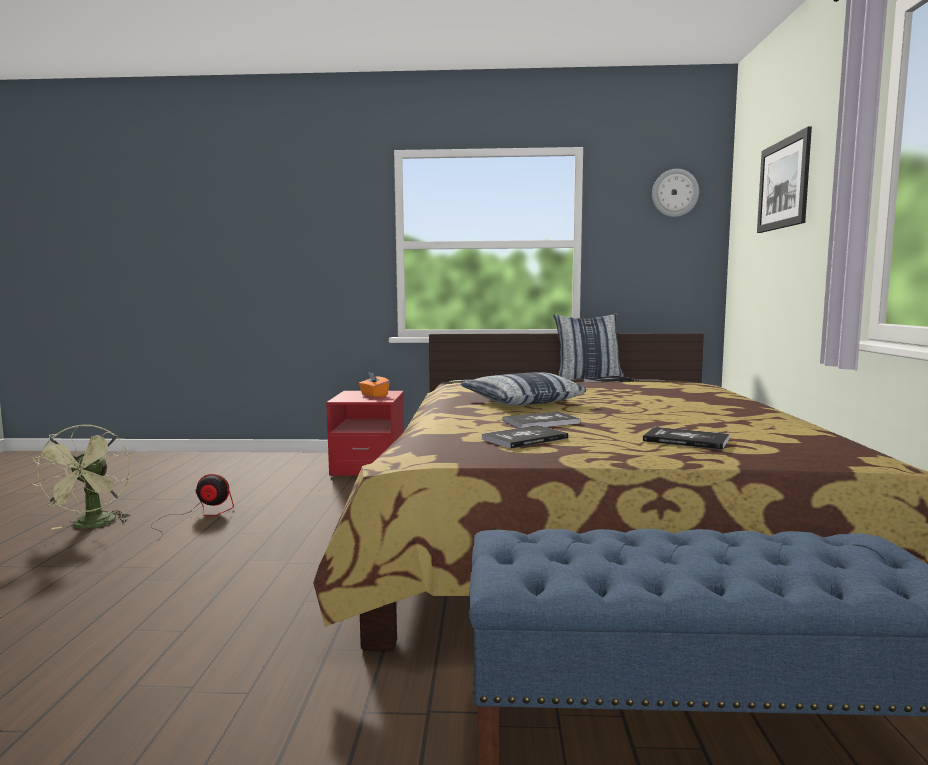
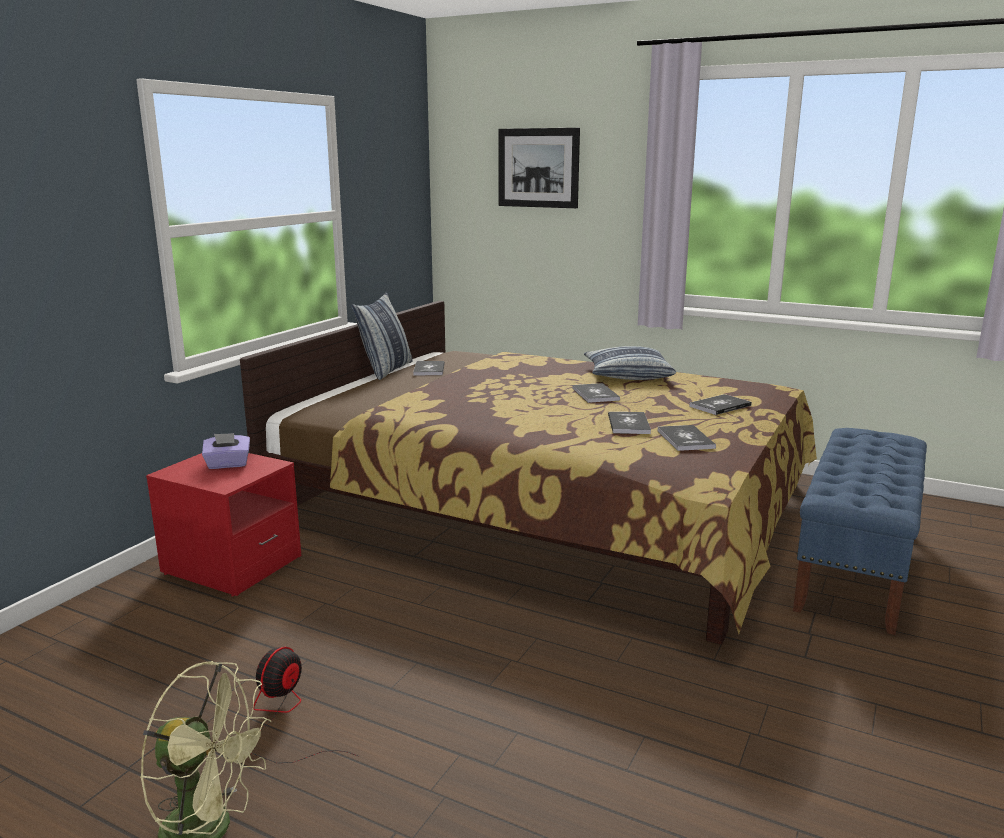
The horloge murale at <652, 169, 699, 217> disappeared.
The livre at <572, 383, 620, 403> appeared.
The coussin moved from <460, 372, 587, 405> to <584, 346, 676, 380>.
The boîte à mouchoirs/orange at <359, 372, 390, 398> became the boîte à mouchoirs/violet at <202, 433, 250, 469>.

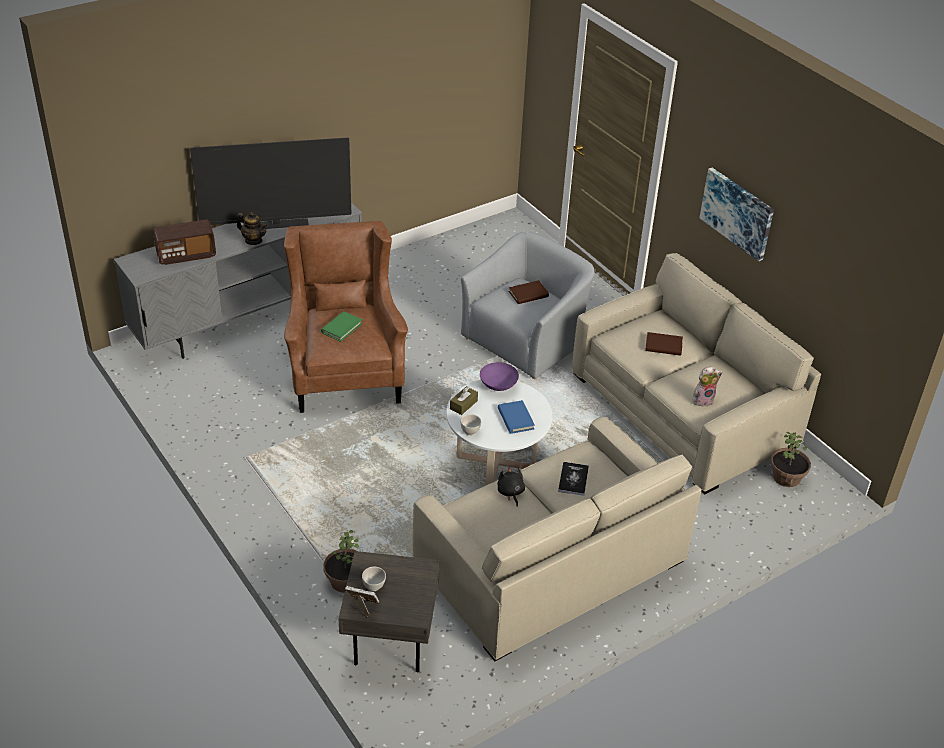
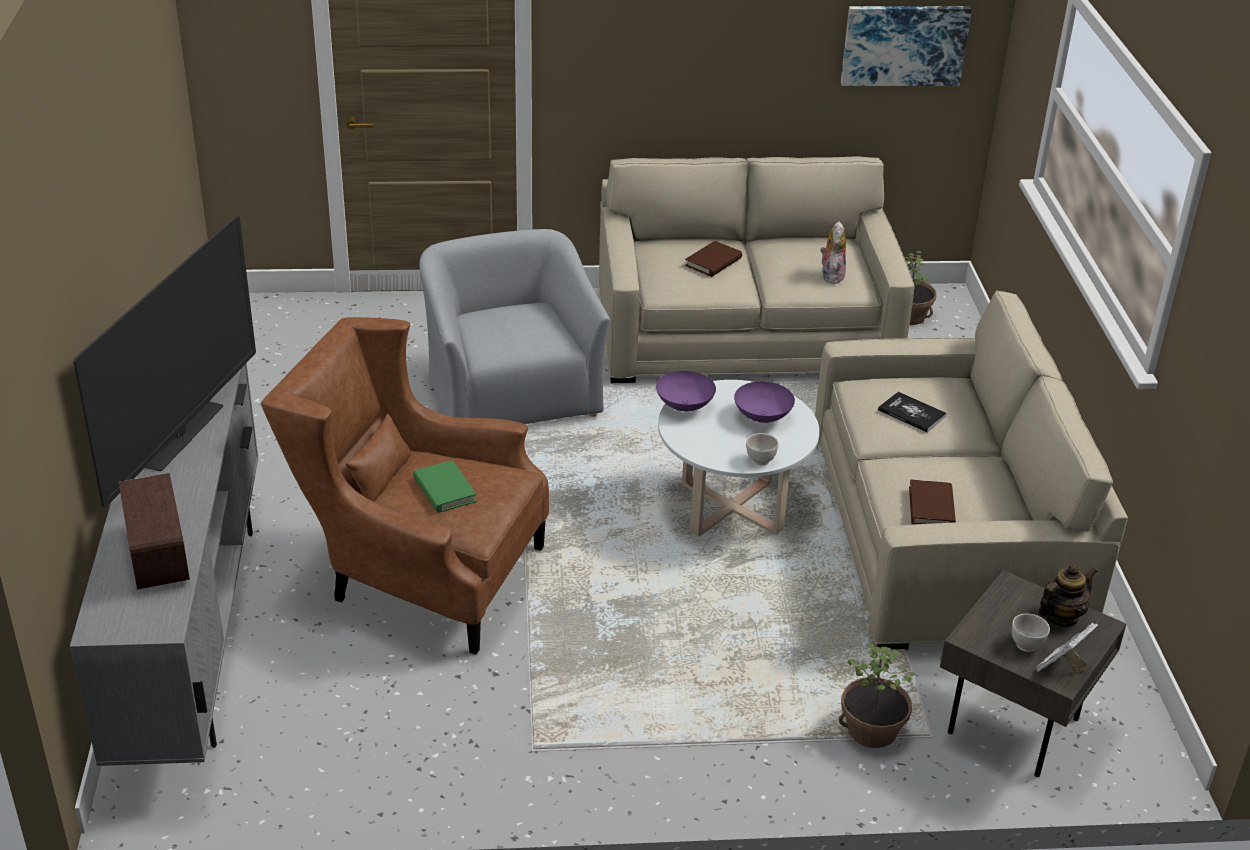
The boîte à mouchoirs/marron at <450, 386, 478, 415> disappeared.
The peluche/noir at <498, 467, 525, 507> disappeared.
The théière moved from <237, 212, 268, 245> to <1038, 565, 1098, 627>.
The livre/marron moved from <508, 280, 549, 304> to <909, 480, 956, 525>.
The tableau moved from <699, 168, 774, 261> to <841, 6, 972, 86>.
The livre/bleu at <498, 400, 535, 434> was replaced by the bol/violet at <734, 381, 795, 423>.
The radio at <153, 220, 216, 265> turned 150 degrees clockwise.

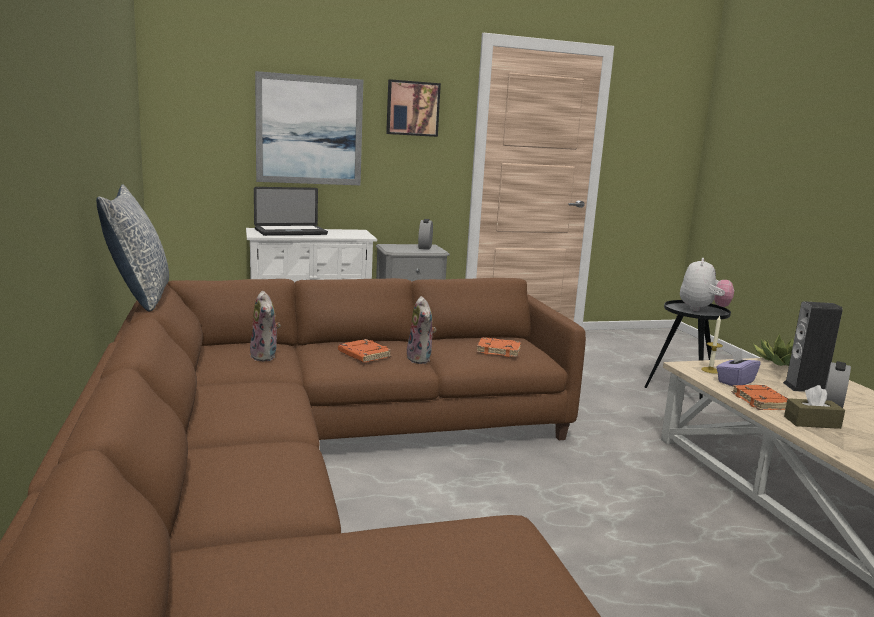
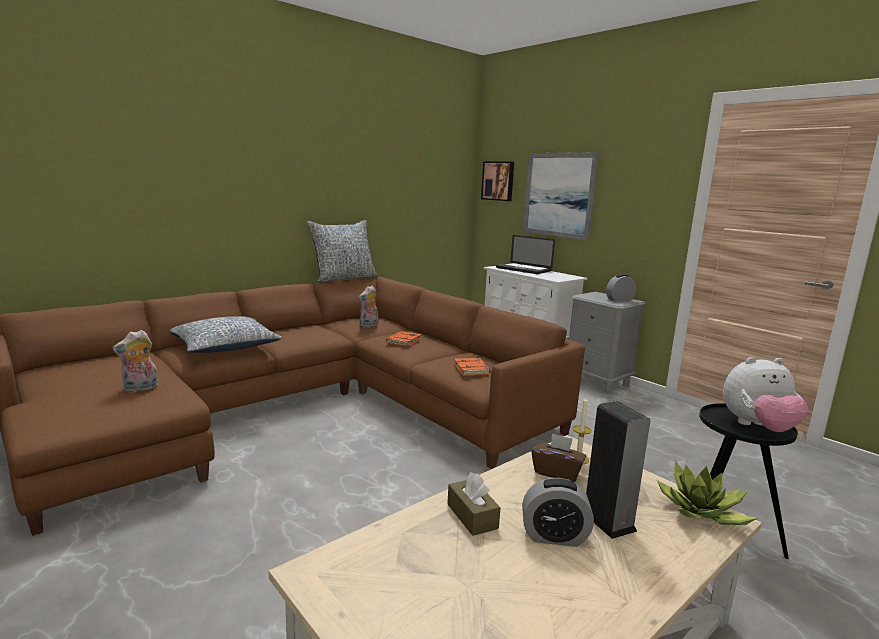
The livre/orange at <732, 385, 788, 410> disappeared.
The coussin at <169, 316, 282, 353> appeared.
The tableau moved from <386, 79, 441, 137> to <481, 162, 514, 201>.
The peluche moved from <407, 296, 436, 364> to <112, 330, 158, 393>.
The boîte à mouchoirs/violet at <716, 349, 761, 386> became the boîte à mouchoirs/marron at <531, 433, 586, 482>.

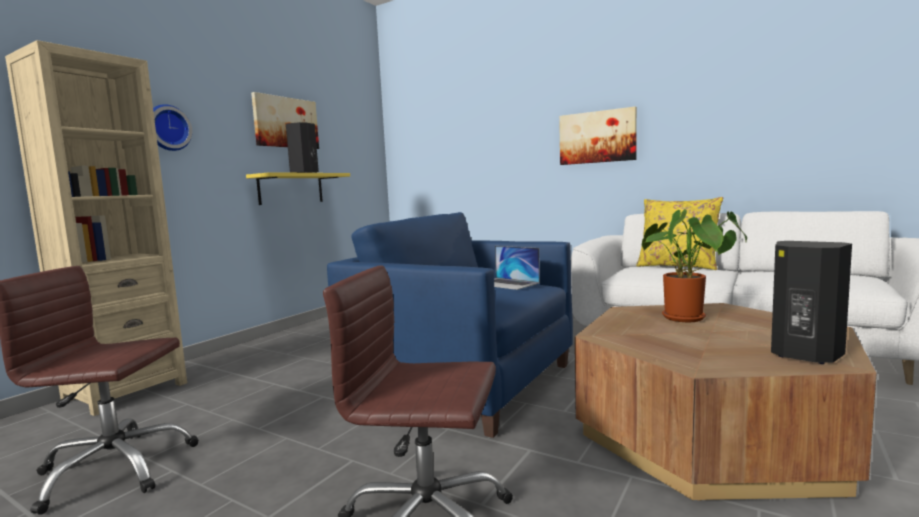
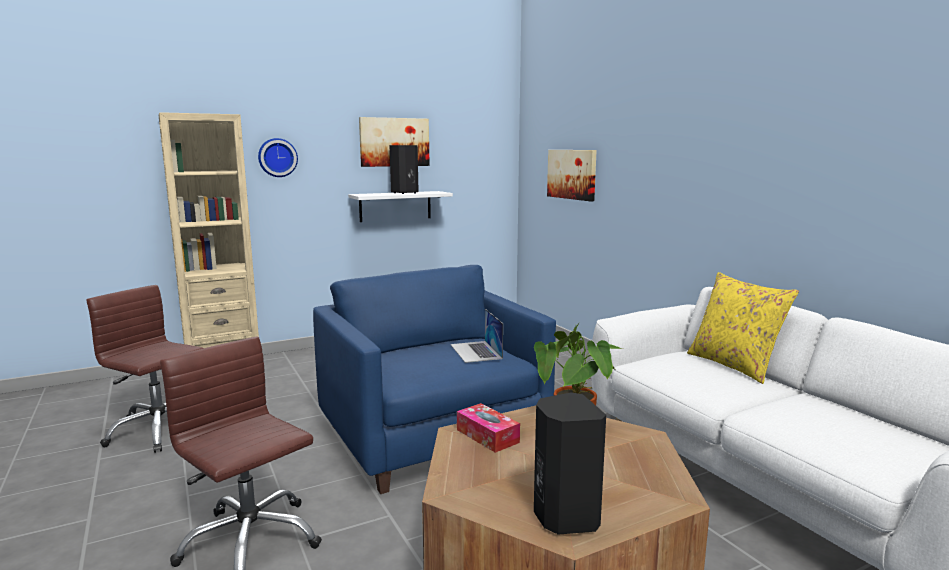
The boîte à mouchoirs at <457, 403, 520, 453> appeared.
The tableau moved from <559, 106, 637, 165> to <547, 150, 597, 201>.
The étagère/jaune at <246, 172, 350, 205> became the étagère/blanc at <348, 191, 453, 222>.

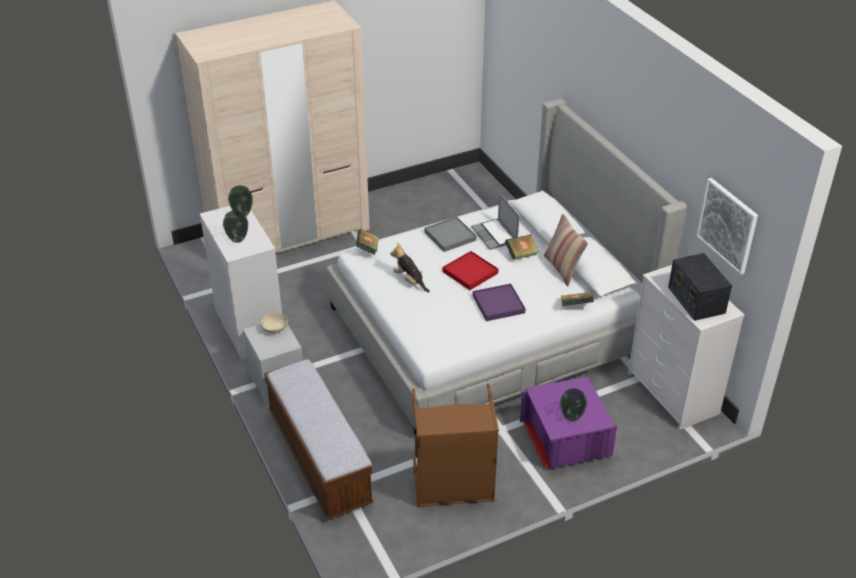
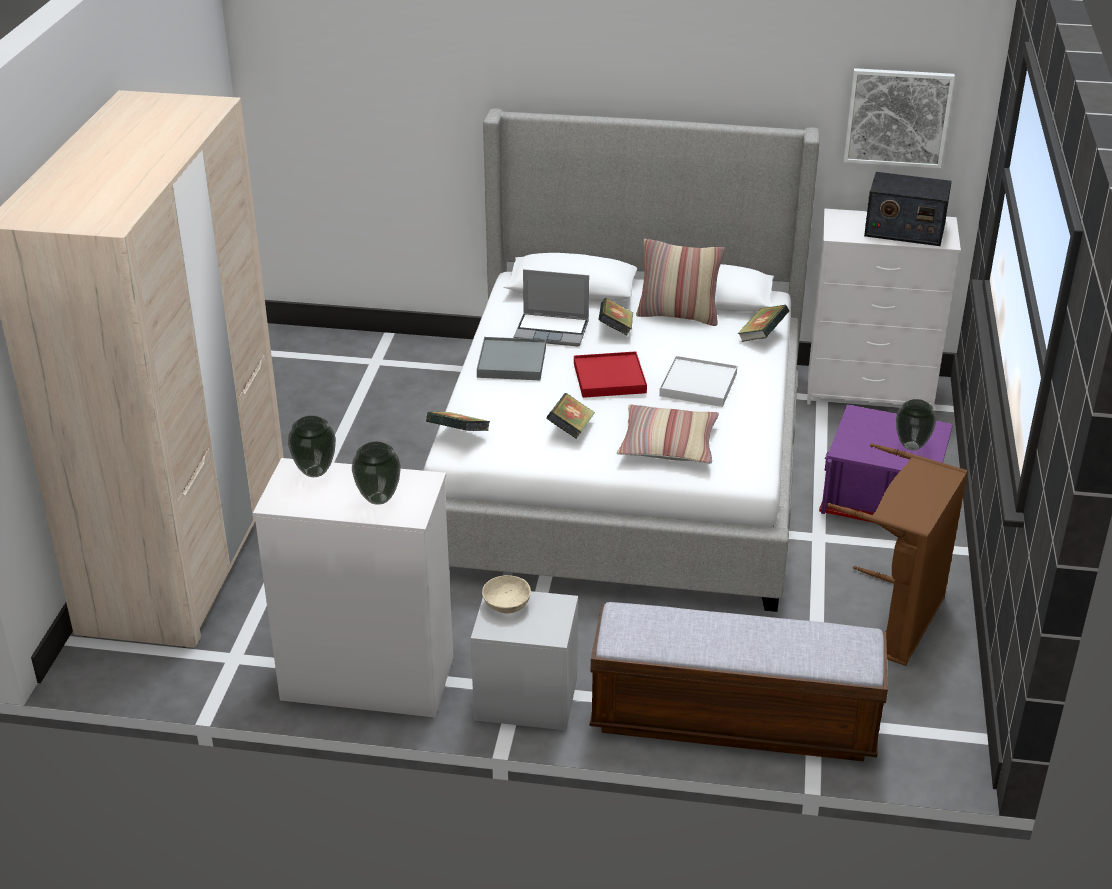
The coussin at <617, 404, 719, 464> appeared.
The peluche at <390, 243, 430, 293> was replaced by the livre at <547, 393, 595, 439>.
The plateau/violet at <473, 284, 526, 321> became the plateau/blanc at <659, 356, 737, 407>.

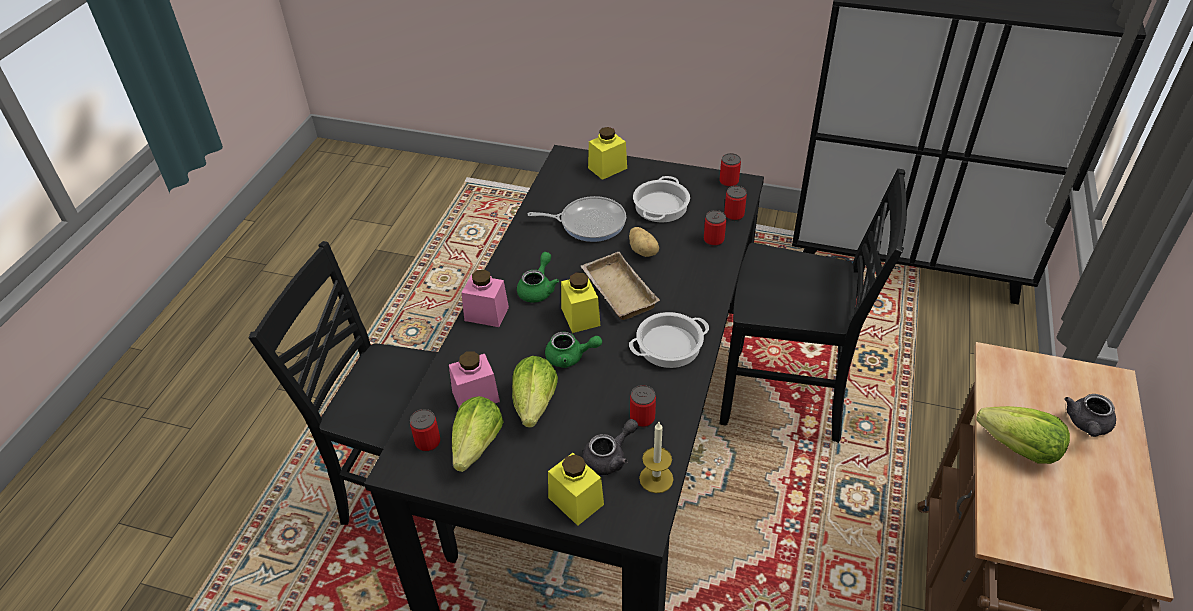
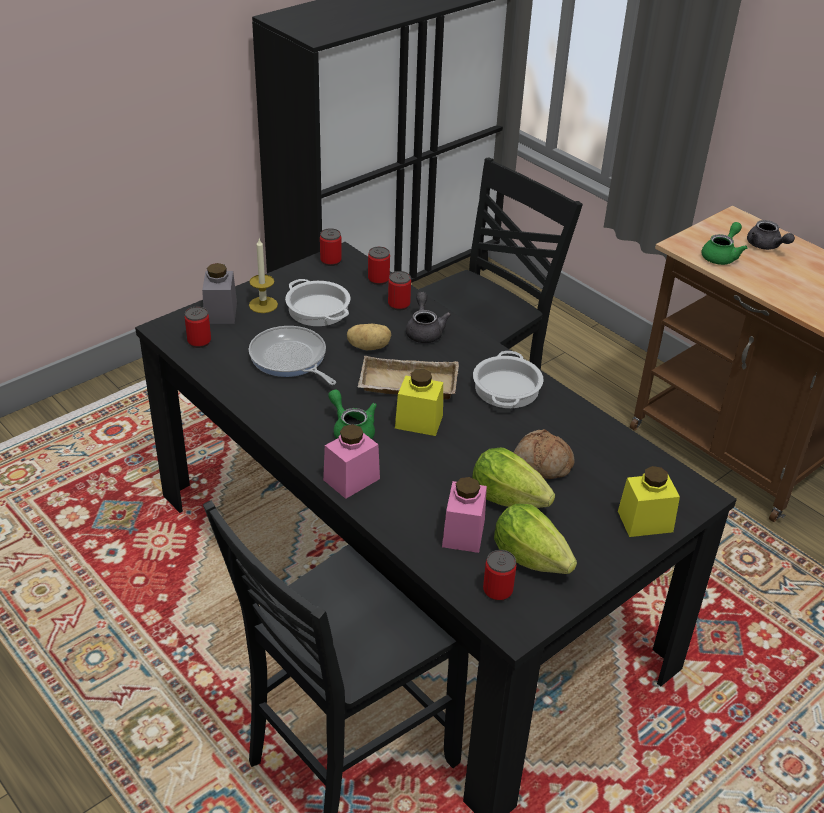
The laitue at <976, 406, 1070, 464> disappeared.
The pain at <514, 429, 575, 479> appeared.
The théière/vert moved from <545, 332, 602, 368> to <701, 222, 748, 265>.
The théière/gris moved from <582, 419, 638, 475> to <406, 292, 451, 343>.
The boîte métallique moved from <630, 385, 656, 427> to <185, 306, 211, 348>.
The bougie moved from <639, 422, 674, 493> to <249, 239, 278, 313>.
The bocal/jaune at <588, 127, 627, 180> became the bocal/gris at <202, 263, 237, 324>.
The poêle at <528, 196, 626, 242> turned 75 degrees counterclockwise.

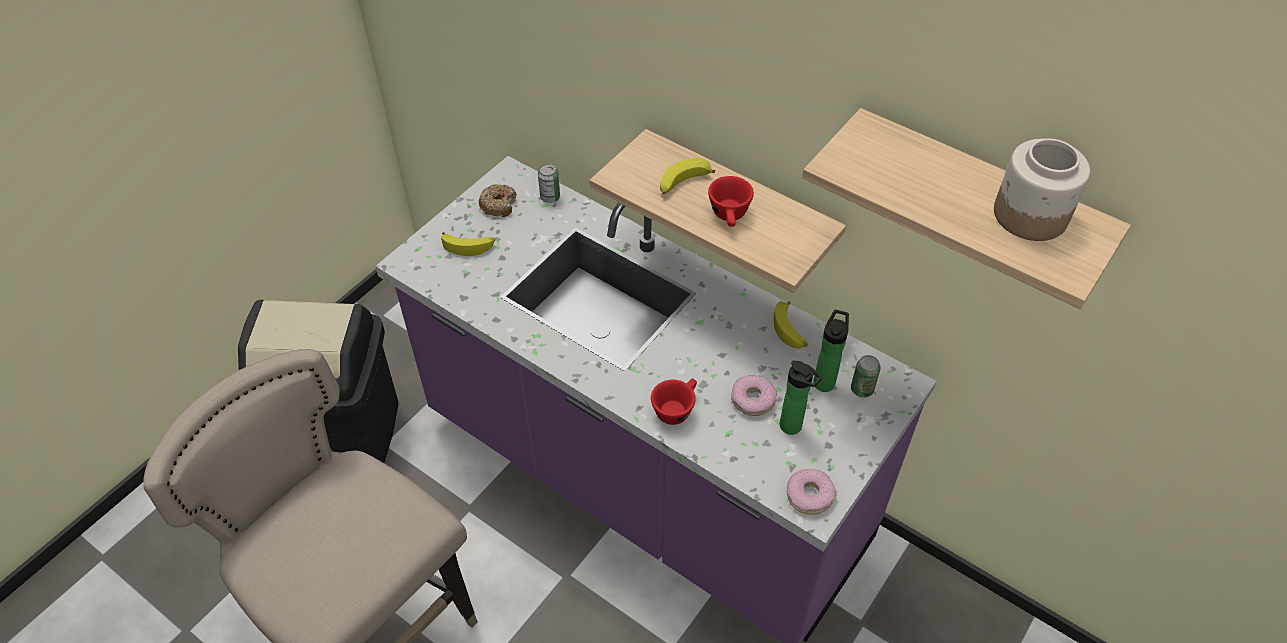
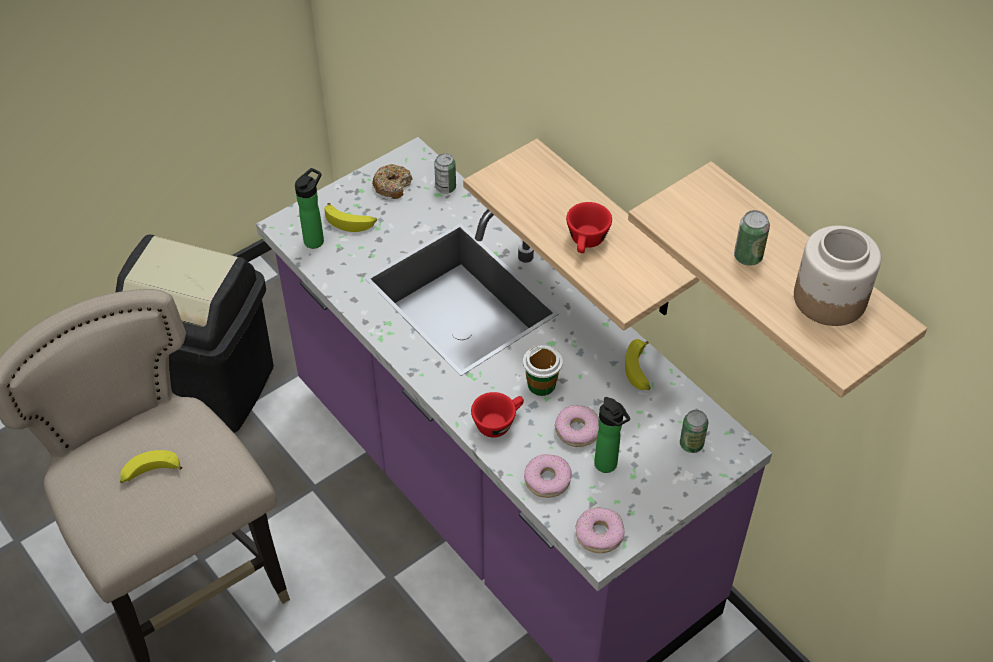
The tasse at <523, 345, 563, 396> appeared.
The beignet at <524, 454, 572, 498> appeared.
The boîte métallique at <734, 210, 770, 266> appeared.
The banane moved from <660, 158, 715, 194> to <120, 450, 183, 483>.
The bouteille moved from <813, 310, 849, 392> to <295, 168, 324, 249>.

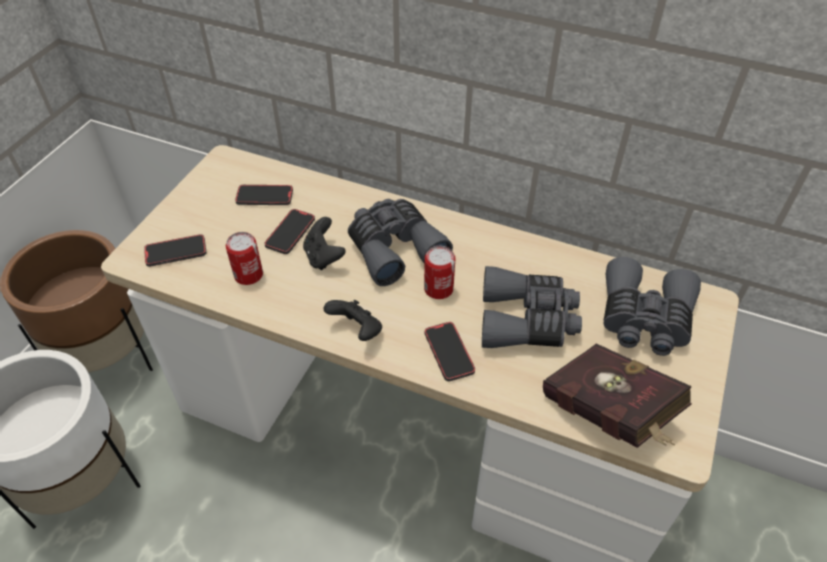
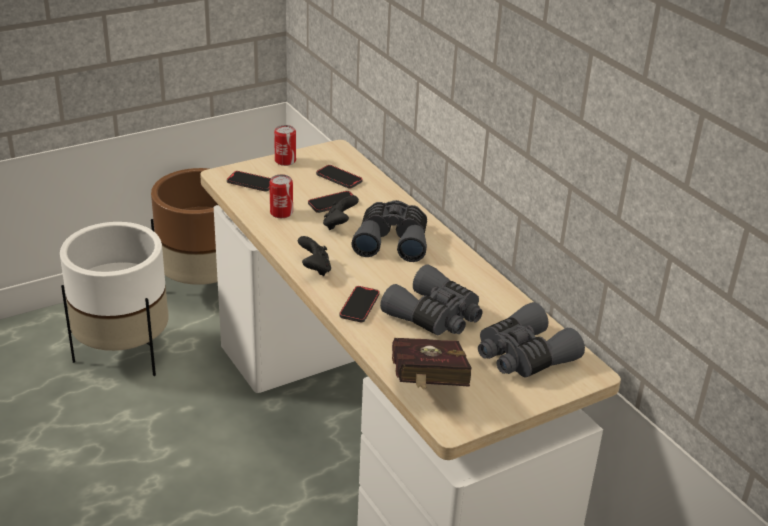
The boîte métallique moved from <424, 246, 455, 299> to <274, 125, 296, 166>.

